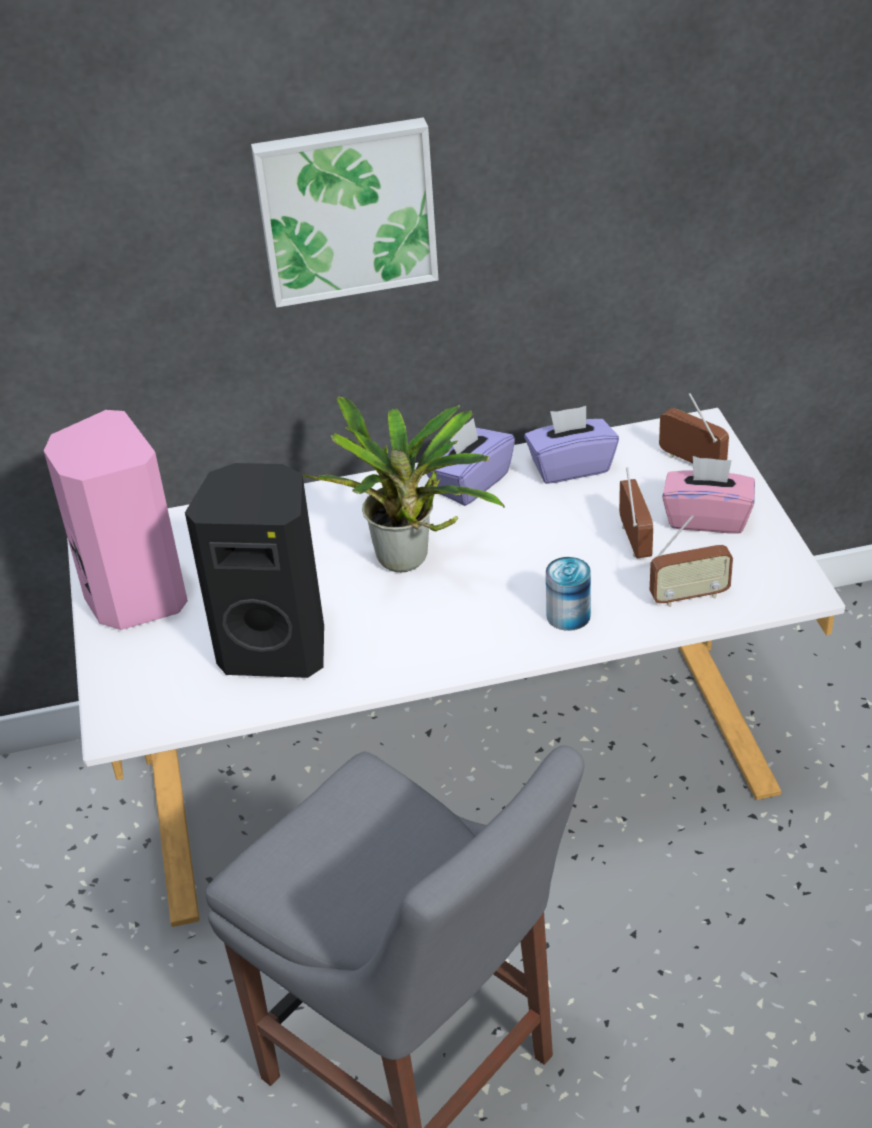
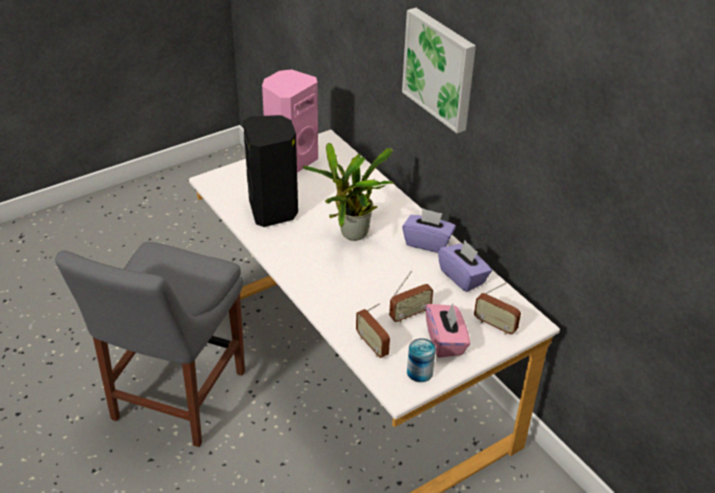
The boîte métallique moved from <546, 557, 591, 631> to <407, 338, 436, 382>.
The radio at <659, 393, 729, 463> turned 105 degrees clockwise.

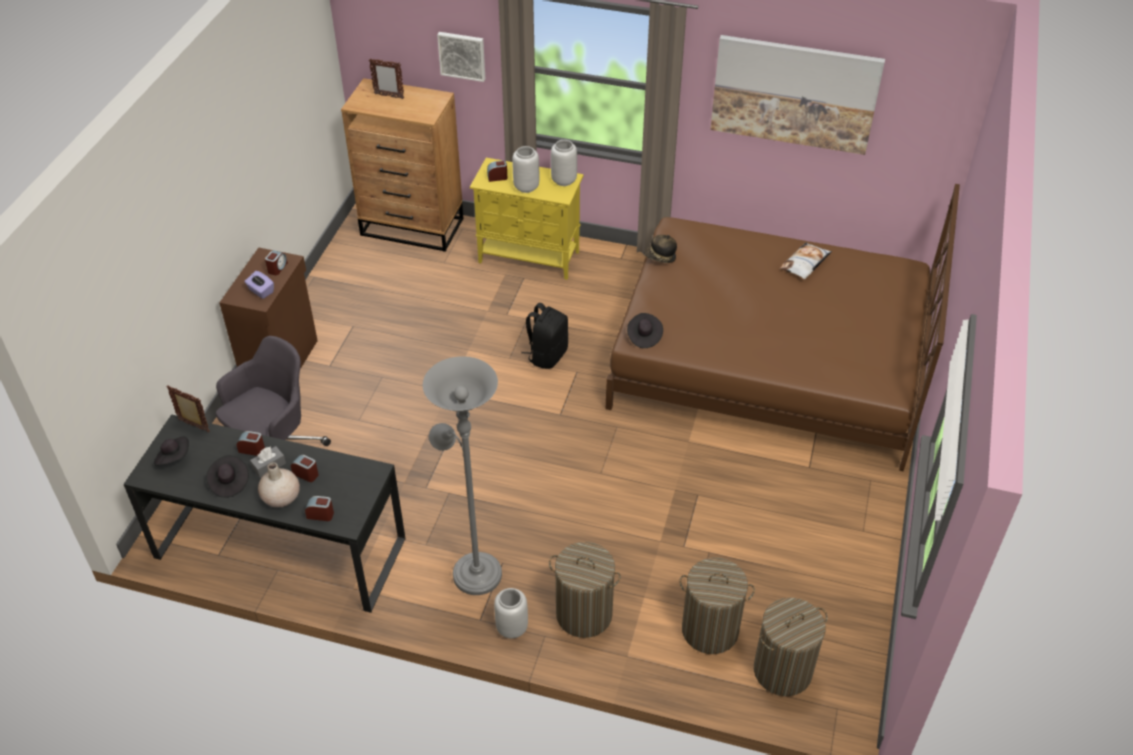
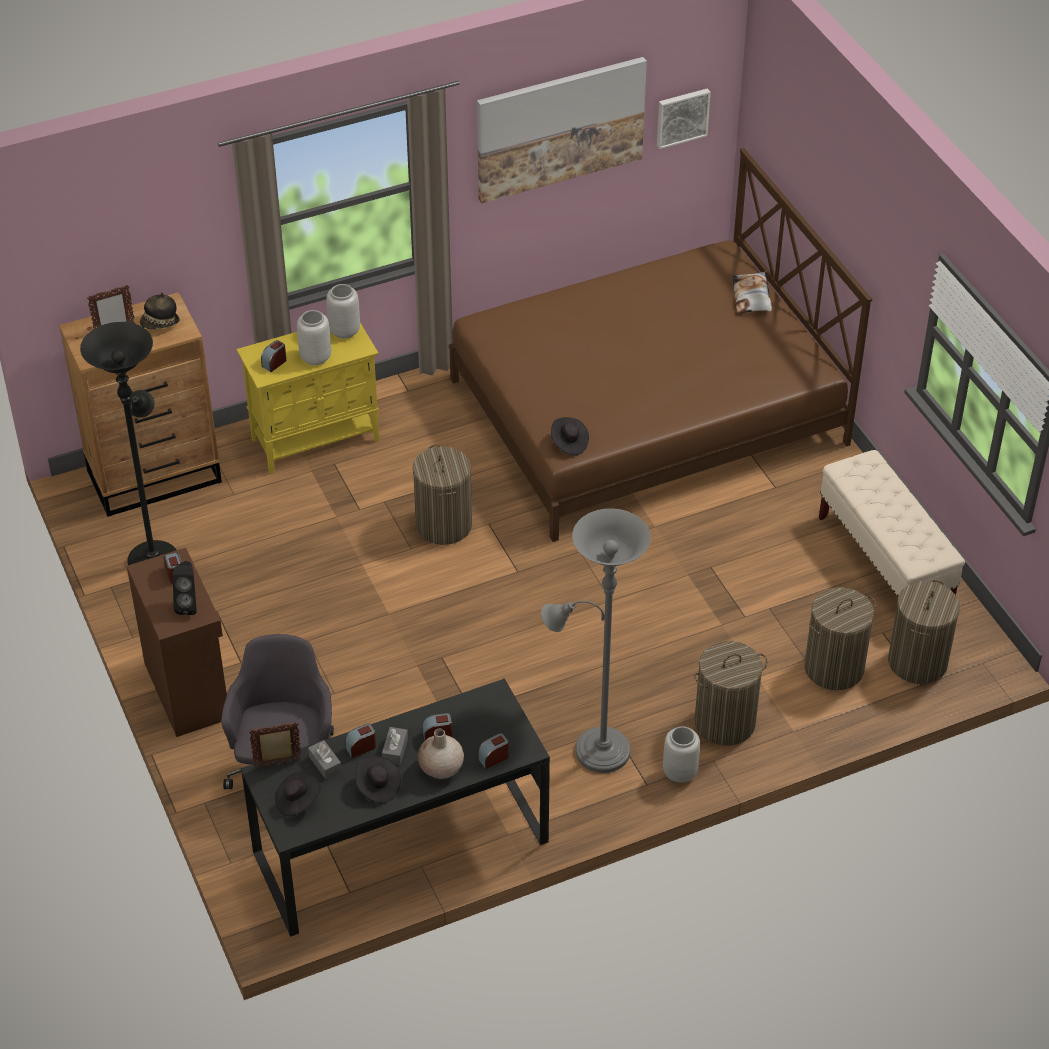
The lampadaire/noir at <80, 322, 176, 565> appeared.
The boîte à mouchoirs/gris at <308, 740, 342, 779> appeared.
The banc/beige at <819, 450, 965, 596> appeared.
The tableau moved from <437, 32, 485, 82> to <657, 88, 711, 149>.
The chapeau moved from <644, 235, 677, 263> to <140, 292, 179, 329>.
The coussin moved from <780, 242, 832, 279> to <733, 272, 772, 313>.
The boîte à mouchoirs/violet at <244, 271, 274, 299> was replaced by the enceinte/noir at <173, 561, 197, 615>.
The sac à dos/noir at <521, 303, 568, 369> was replaced by the panier à linge at <413, 445, 472, 545>.

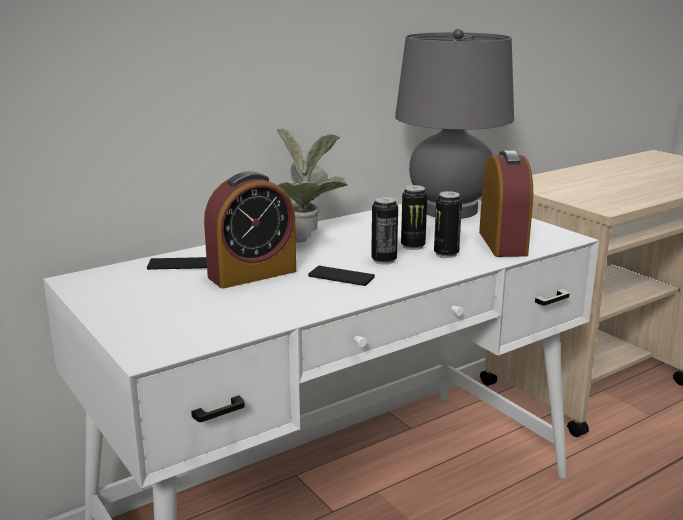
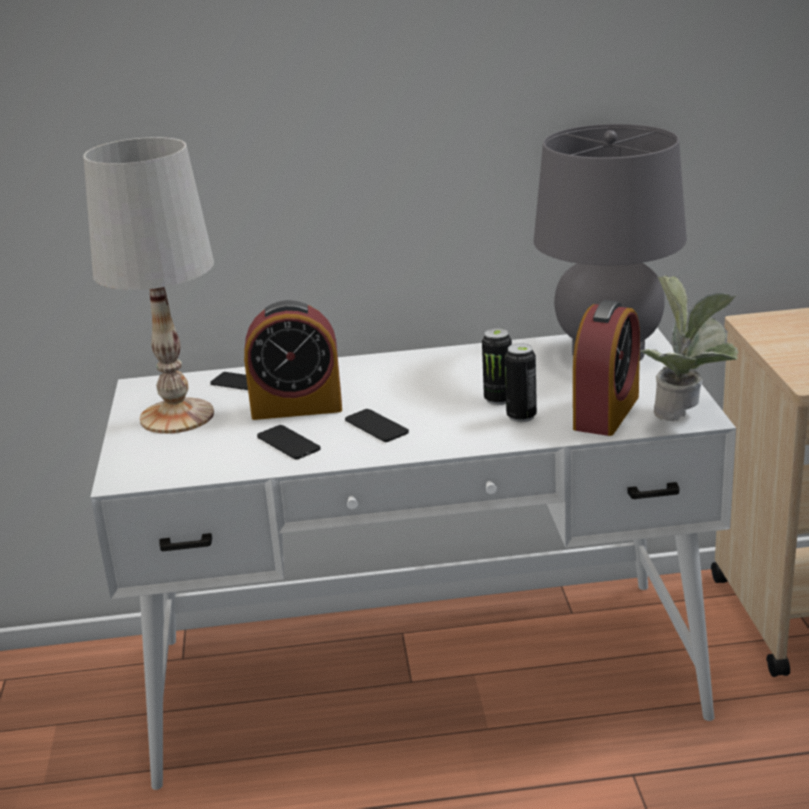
The boîte métallique at <371, 197, 398, 265> disappeared.
The lampe de table/blanc at <83, 137, 214, 434> appeared.
The téléphone at <257, 425, 320, 460> appeared.
The plante en pot moved from <277, 129, 348, 243> to <640, 275, 739, 421>.

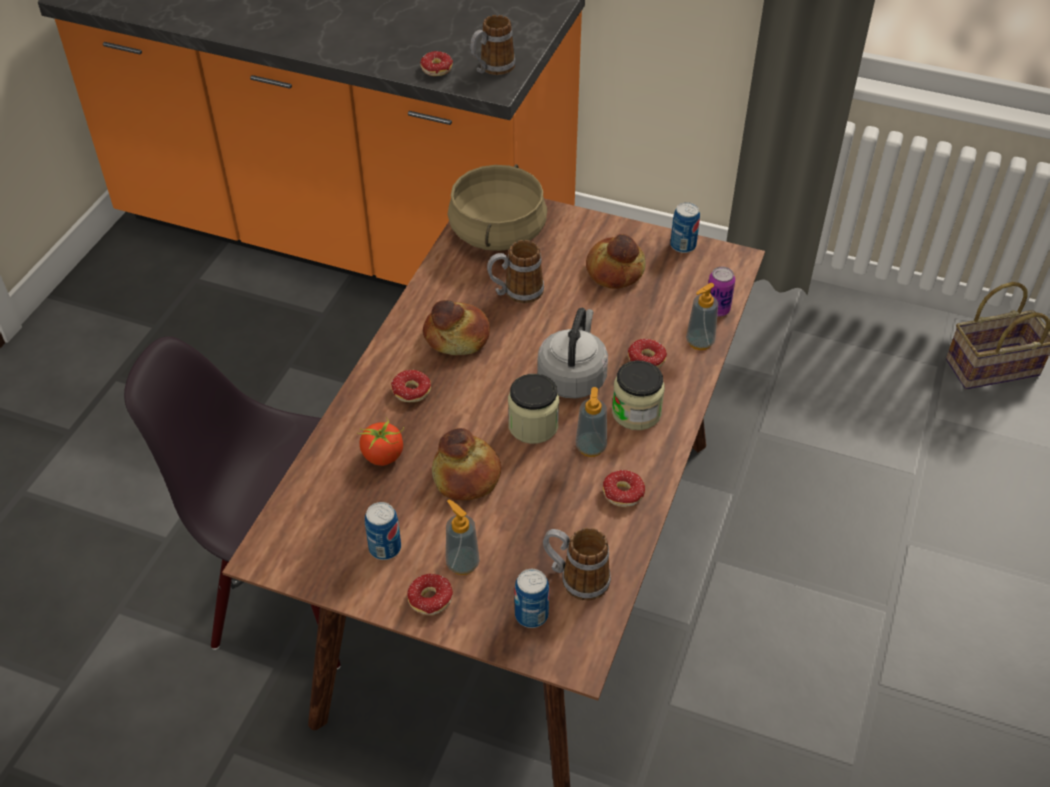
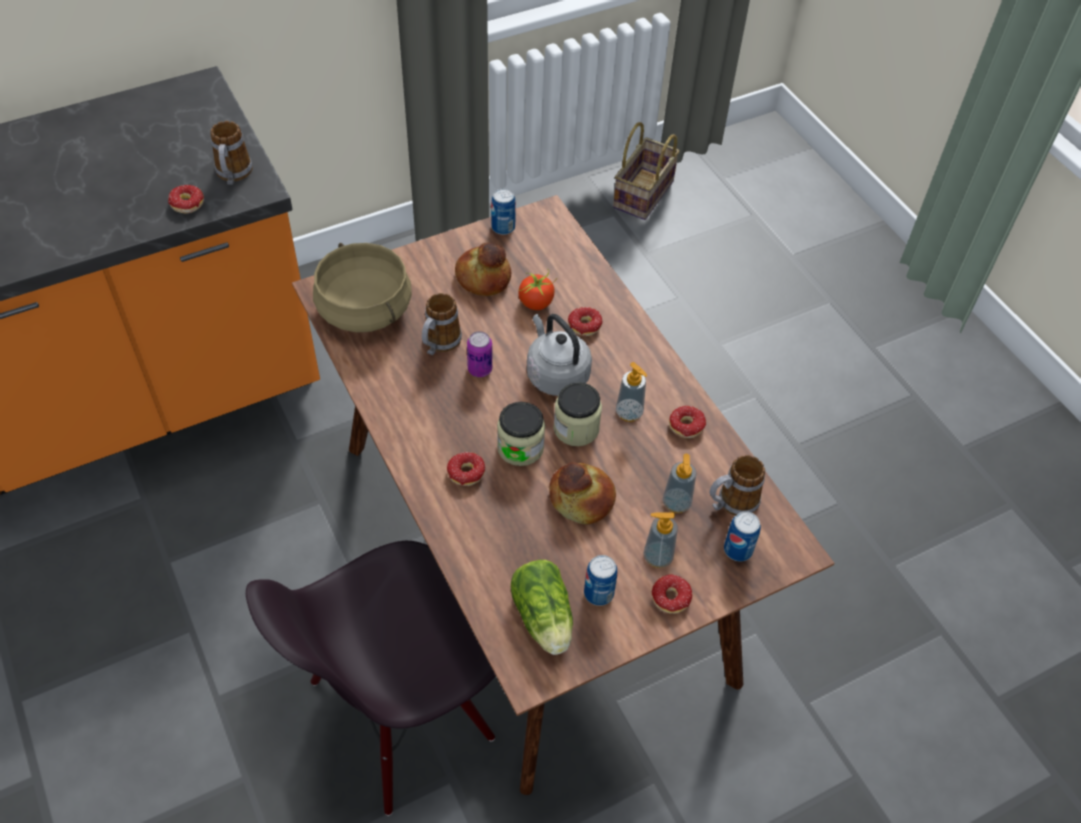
The pain at <423, 300, 490, 355> disappeared.
The laitue at <511, 560, 573, 655> appeared.
The tomate moved from <358, 417, 404, 466> to <518, 269, 557, 310>.
The bocal moved from <612, 360, 665, 430> to <497, 402, 545, 466>.
The distributeur de savon moved from <686, 283, 718, 350> to <663, 454, 697, 513>.
The boîte métallique moved from <708, 267, 735, 317> to <467, 331, 492, 377>.

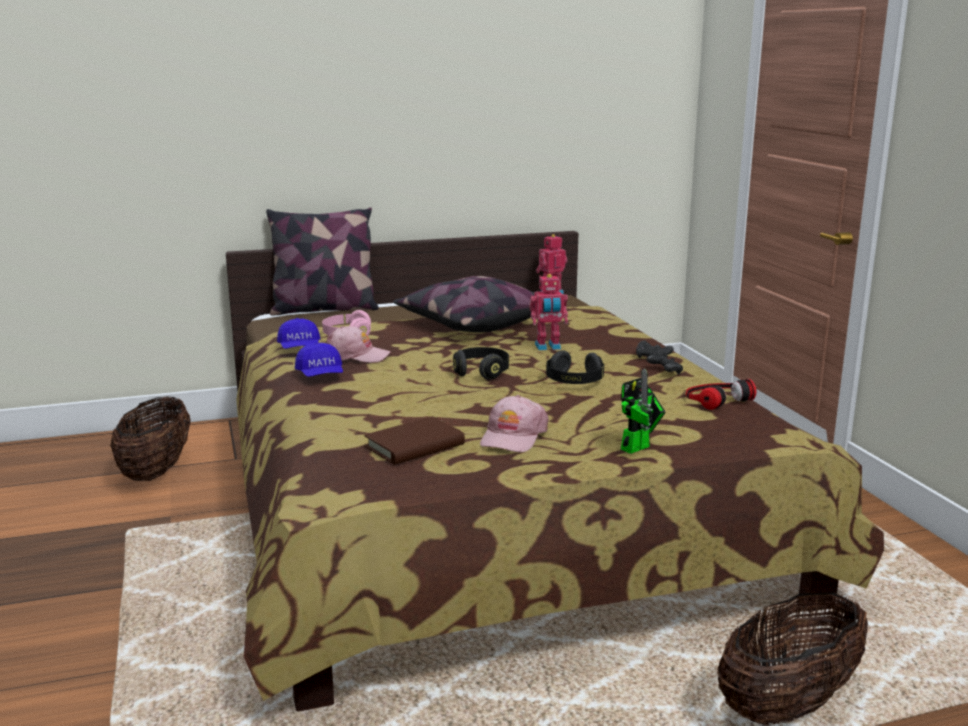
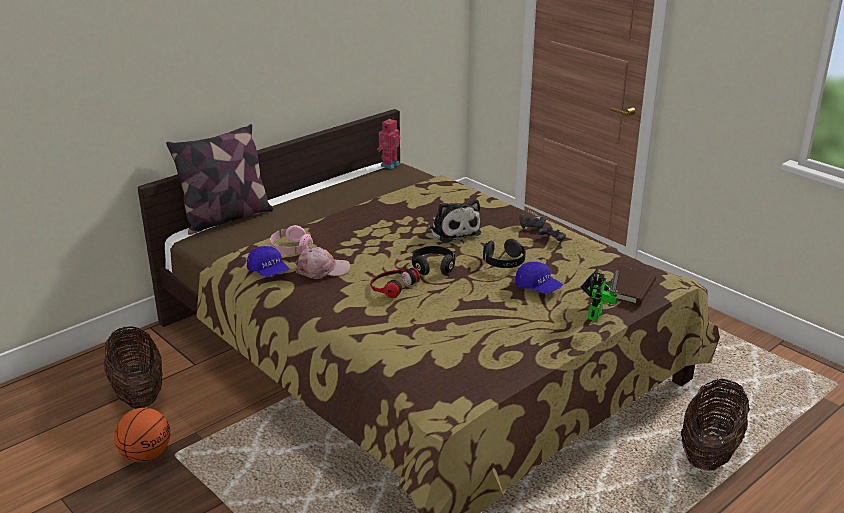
The coussin at <393, 276, 534, 332> disappeared.
The casquette/rose at <480, 395, 549, 452> disappeared.
The ballon de basket at <114, 408, 170, 462> appeared.
The casquette/bleu moved from <295, 342, 343, 377> to <515, 262, 563, 294>.
The livre/marron moved from <364, 416, 465, 465> to <608, 266, 656, 306>.
The casque audio moved from <686, 379, 756, 410> to <370, 267, 420, 298>.
The robot jouet at <529, 274, 568, 350> was replaced by the peluche at <429, 200, 481, 243>.

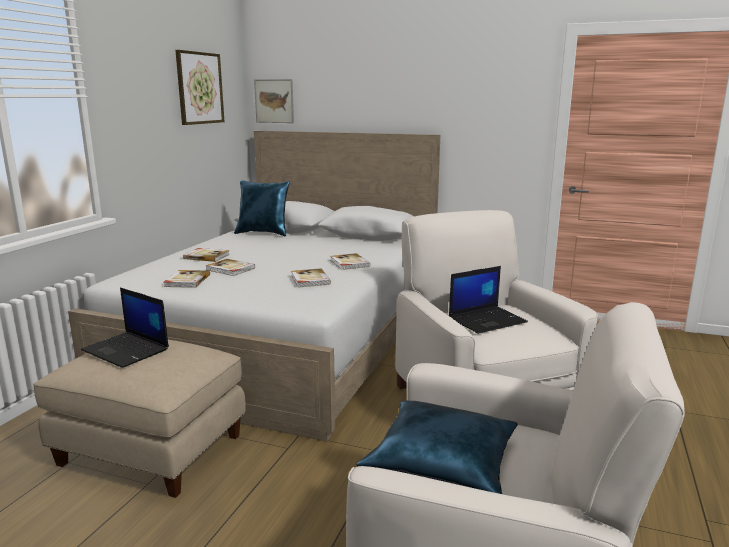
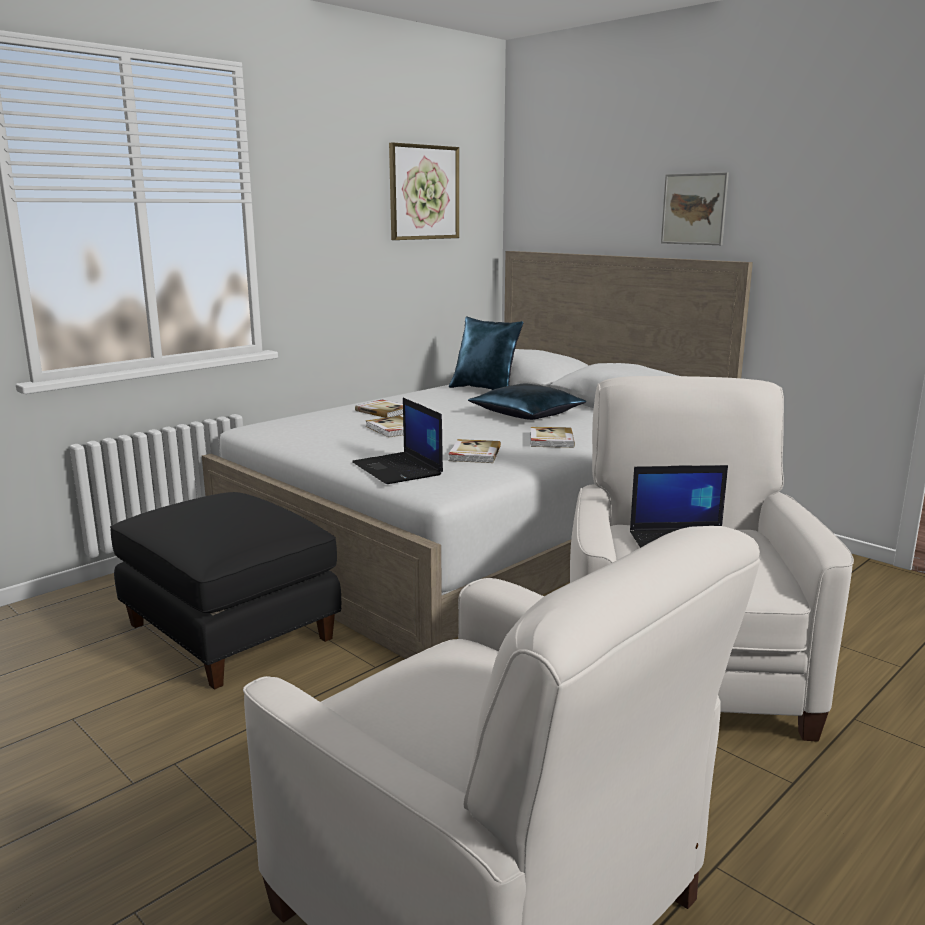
The livre at <164, 270, 210, 288> disappeared.
The ordinateur portable moved from <81, 288, 169, 368> to <352, 398, 443, 484>.
The tableau moved from <254, 79, 294, 123> to <661, 172, 729, 245>.
The coussin/bleu moved from <356, 400, 518, 494> to <468, 384, 586, 420>.
The pouf/beige at <33, 340, 246, 498> became the pouf/noir at <110, 492, 341, 690>.

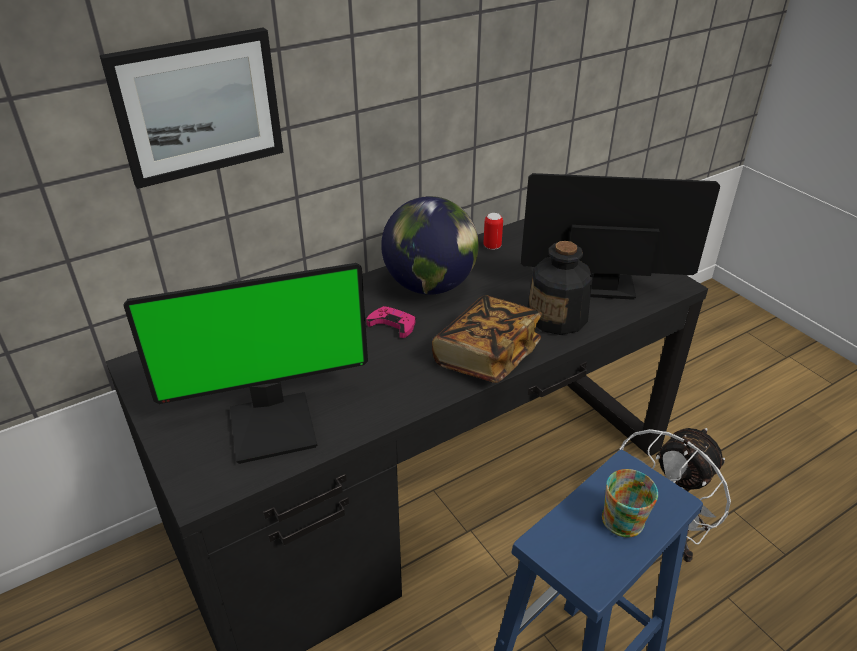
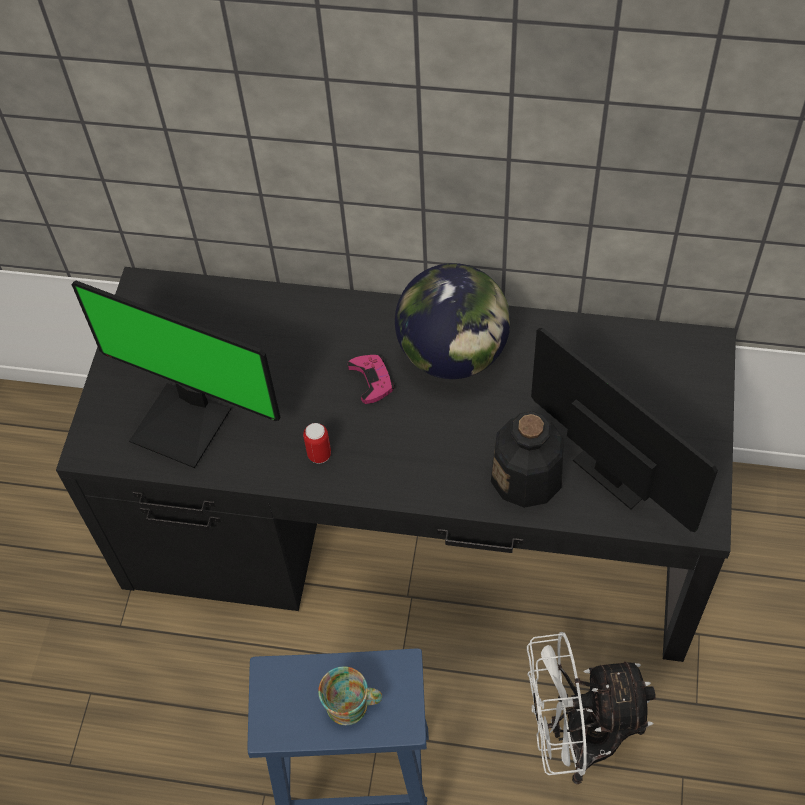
The tableau at <100, 28, 284, 189> disappeared.
The livre at <432, 295, 542, 383> disappeared.
The boîte métallique moved from <483, 213, 503, 250> to <303, 423, 331, 463>.

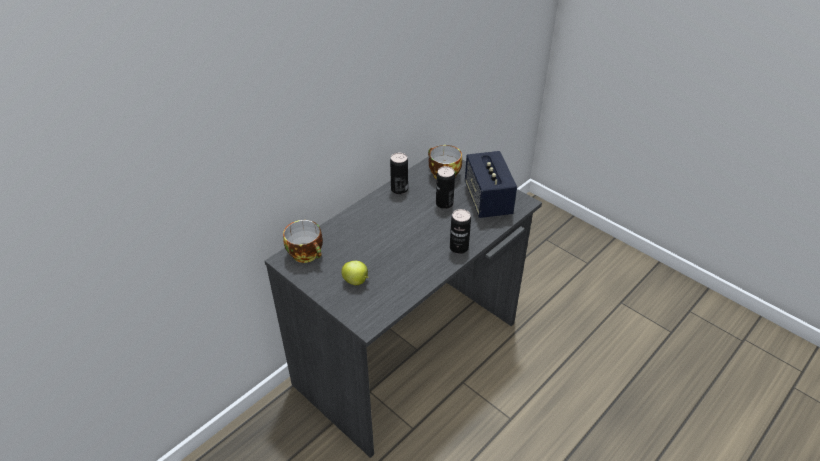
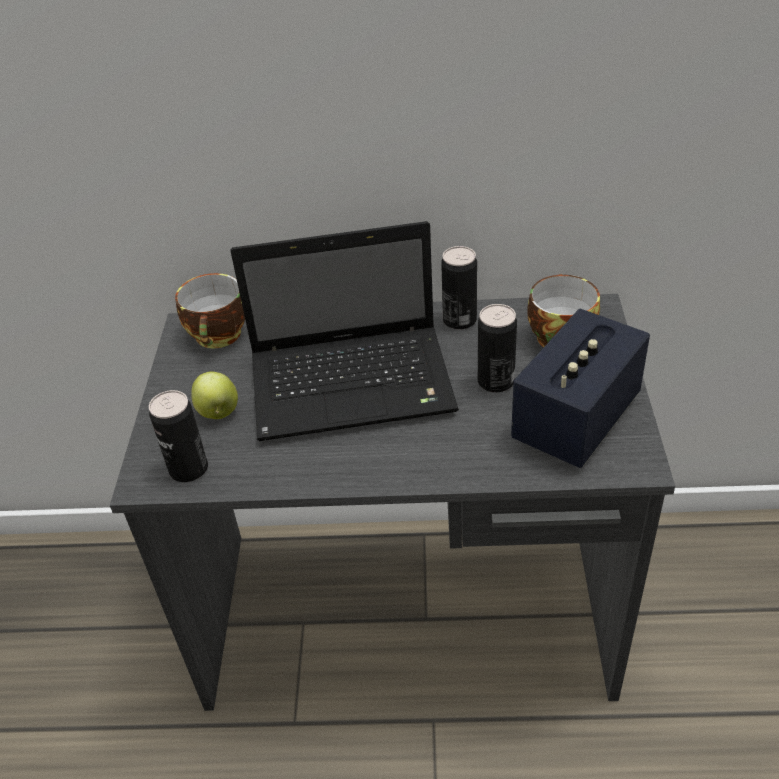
The ordinateur portable at <231, 221, 459, 441> appeared.
The boîte métallique moved from <450, 209, 471, 254> to <149, 390, 208, 482>.

